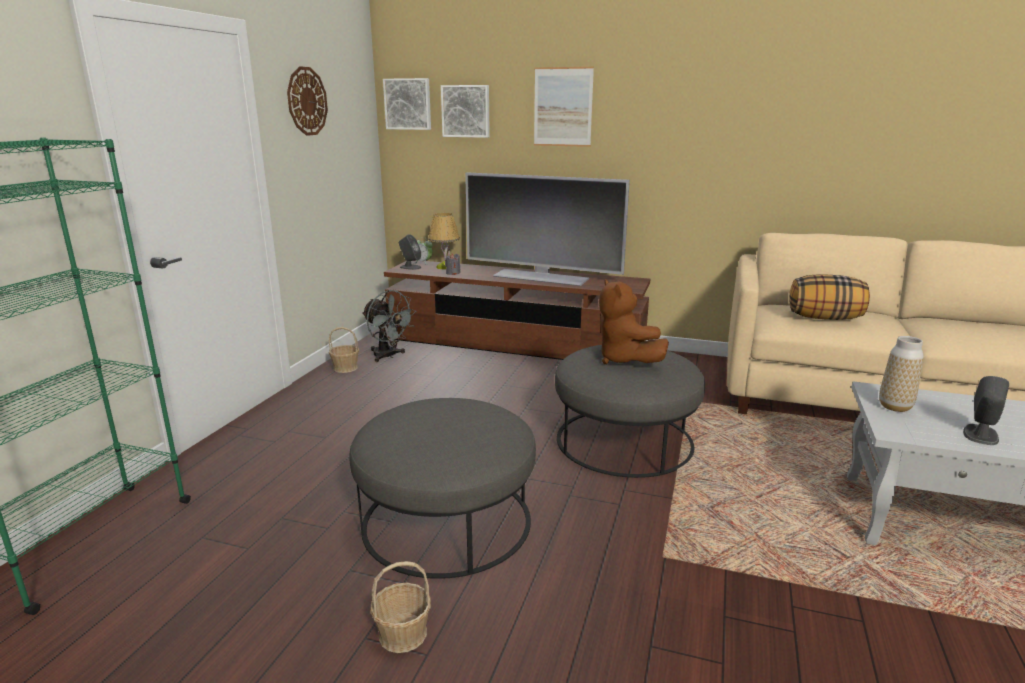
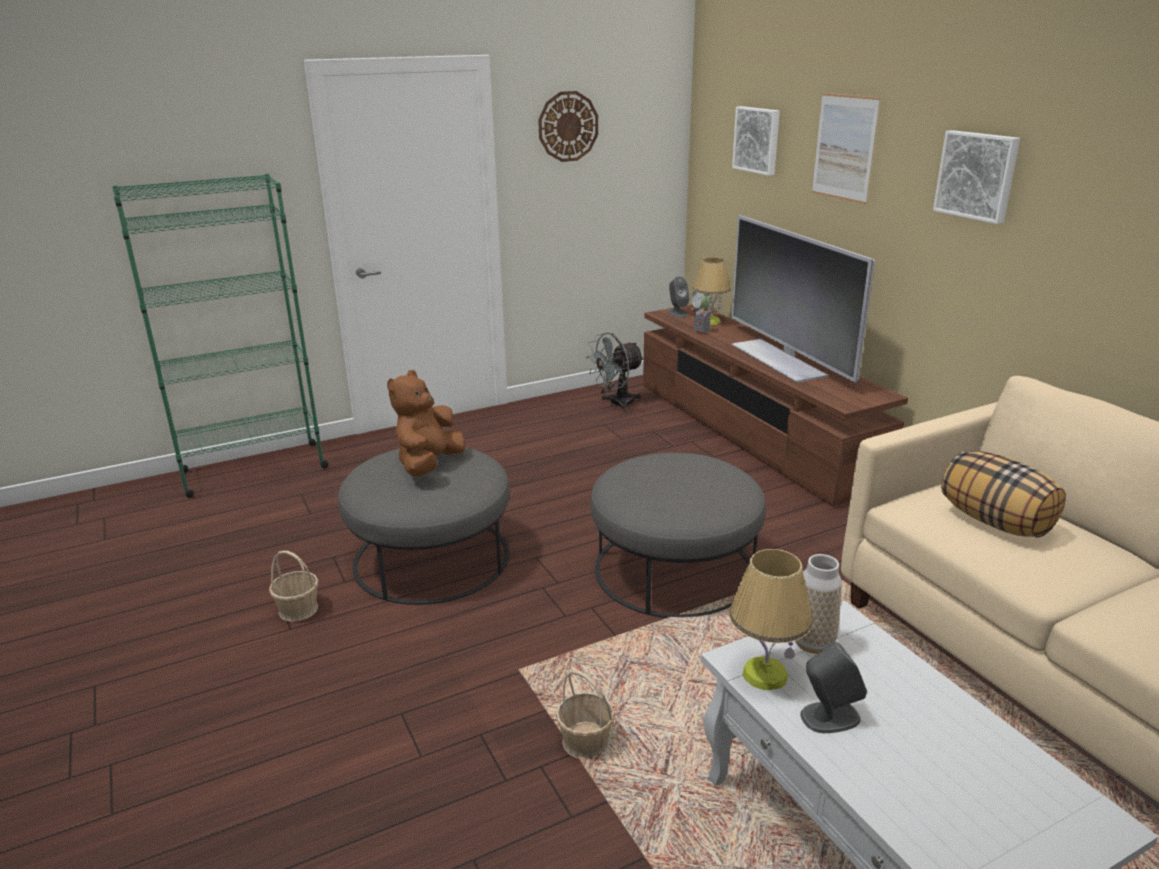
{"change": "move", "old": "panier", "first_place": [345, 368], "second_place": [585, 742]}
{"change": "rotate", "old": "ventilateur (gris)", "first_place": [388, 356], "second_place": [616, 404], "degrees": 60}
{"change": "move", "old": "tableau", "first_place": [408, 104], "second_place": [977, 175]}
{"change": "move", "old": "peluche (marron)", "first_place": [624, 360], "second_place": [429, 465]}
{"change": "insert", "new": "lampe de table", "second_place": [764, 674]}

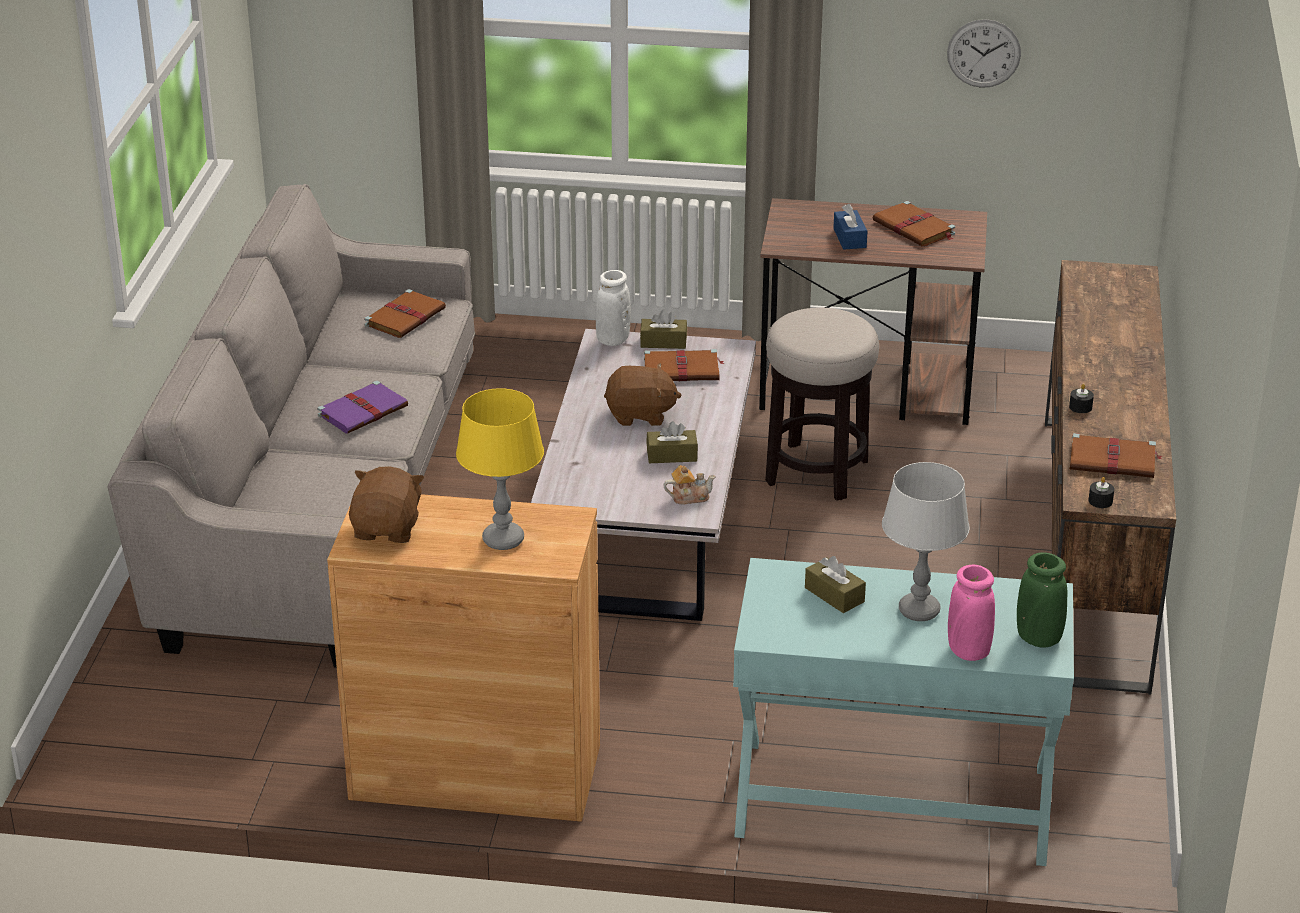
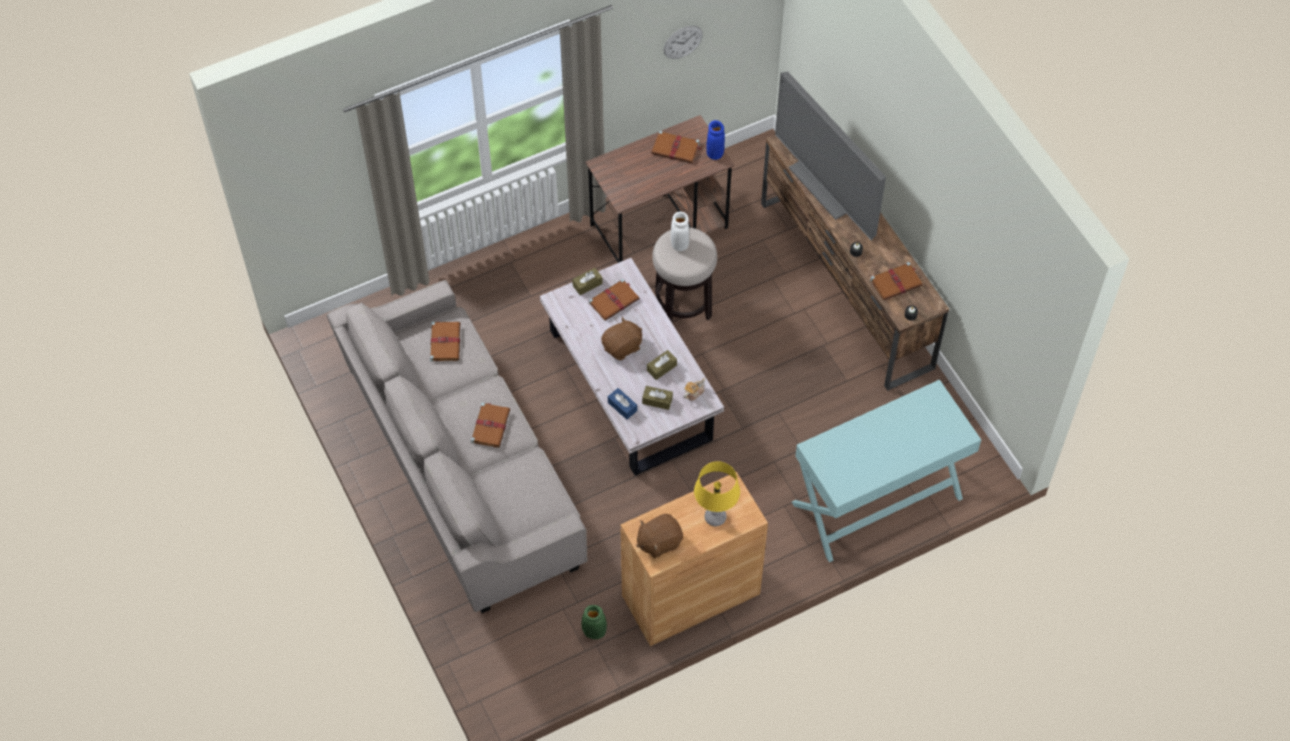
{"change": "recolor", "old": "livre (violet)", "new": "livre (marron)", "first_place": [364, 410], "second_place": [490, 425]}
{"change": "rotate", "old": "peluche (marron)", "first_place": [387, 529], "second_place": [659, 542], "degrees": -90}
{"change": "move", "old": "vase (blanc)", "first_place": [613, 340], "second_place": [679, 244]}
{"change": "move", "old": "boîte à mouchoirs (marron)", "first_place": [834, 595], "second_place": [657, 400]}
{"change": "move", "old": "boîte à mouchoirs (bleu)", "first_place": [849, 238], "second_place": [622, 406]}
{"change": "delete", "old": "lampe de table (gris)", "first_place": [919, 610]}
{"change": "delete", "old": "vase (rose)", "first_place": [968, 651]}
{"change": "move", "old": "vase (vert)", "first_place": [1038, 638], "second_place": [594, 632]}
{"change": "insert", "new": "vase (bleu)", "second_place": [715, 153]}
{"change": "insert", "new": "téléviseur", "second_place": [827, 185]}

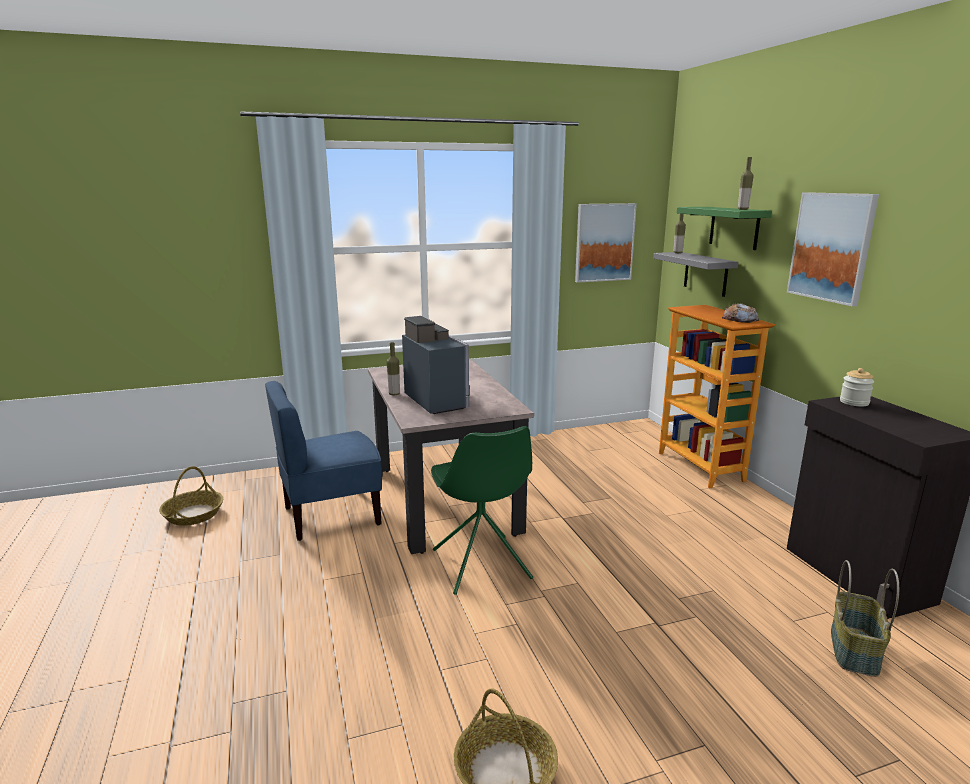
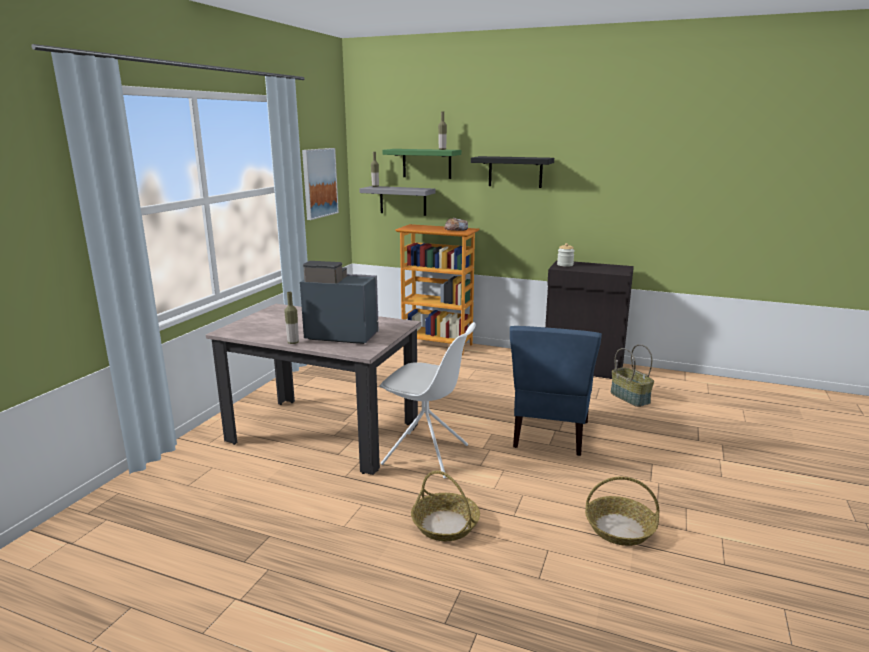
{"change": "move", "old": "panier", "first_place": [193, 514], "second_place": [445, 525]}
{"change": "move", "old": "chaise (bleu)", "first_place": [331, 515], "second_place": [549, 434]}
{"change": "recolor", "old": "chaise (vert)", "new": "chaise (blanc)", "first_place": [481, 565], "second_place": [427, 455]}
{"change": "replace", "old": "tableau", "new": "étagère (noir)", "first_place": [831, 247], "second_place": [515, 172]}

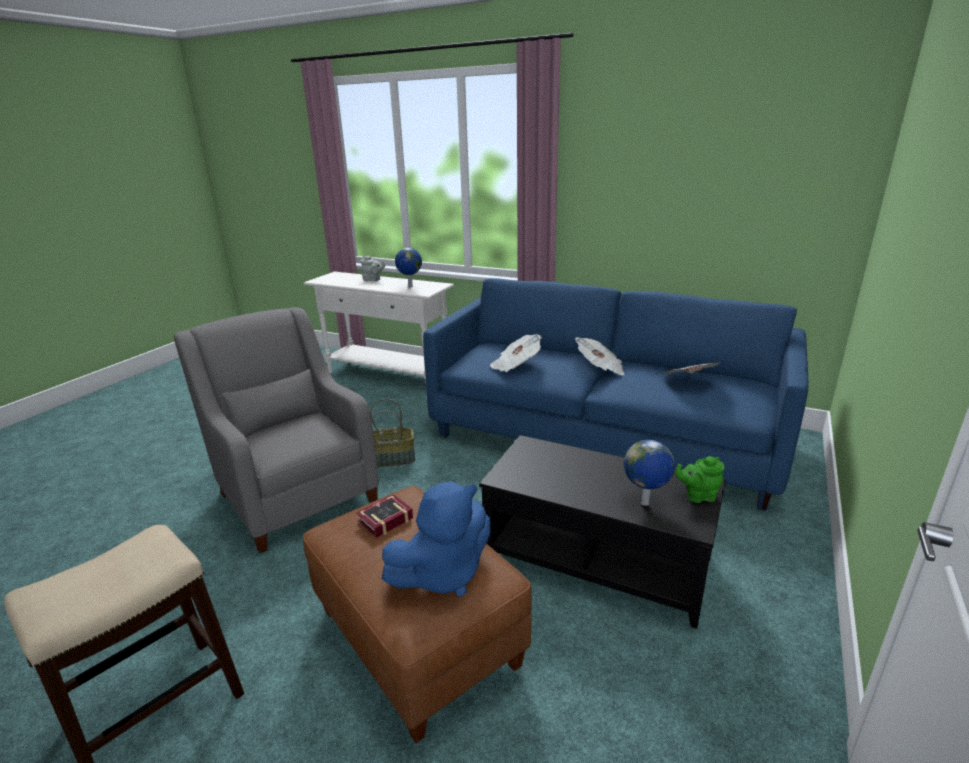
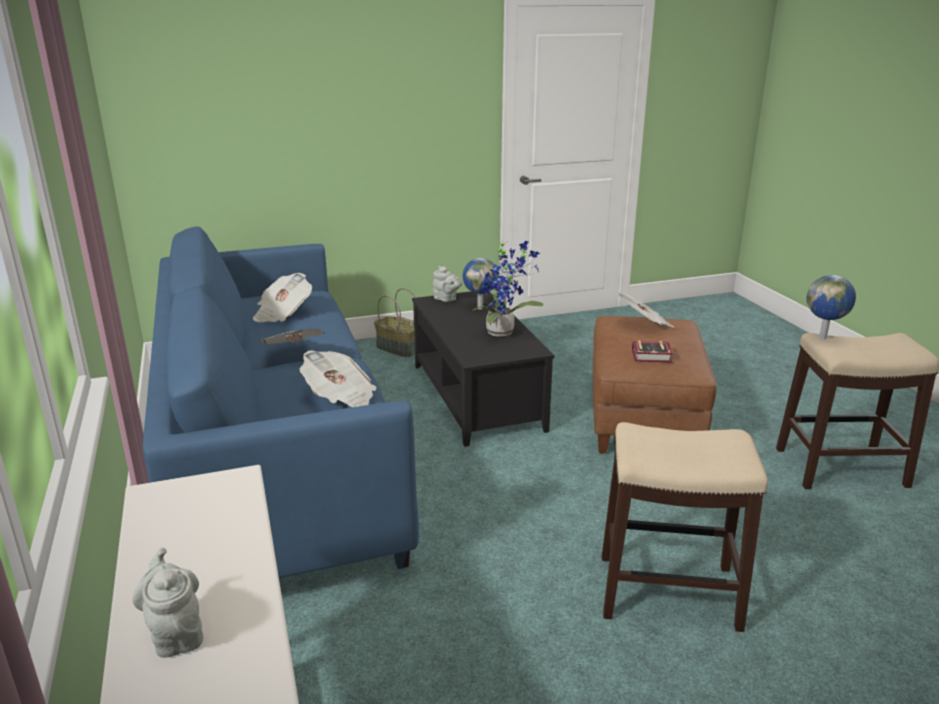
{"change": "replace", "old": "fauteuil (gris)", "new": "tabouret", "first_place": [295, 493], "second_place": [666, 592]}
{"change": "move", "old": "panier", "first_place": [392, 459], "second_place": [397, 349]}
{"change": "replace", "old": "peluche (bleu)", "new": "journal", "first_place": [443, 574], "second_place": [644, 324]}
{"change": "move", "old": "globe", "first_place": [410, 287], "second_place": [823, 337]}
{"change": "recolor", "old": "théière (vert)", "new": "théière (gris)", "first_place": [698, 496], "second_place": [446, 299]}
{"change": "insert", "new": "plante en pot", "second_place": [504, 332]}

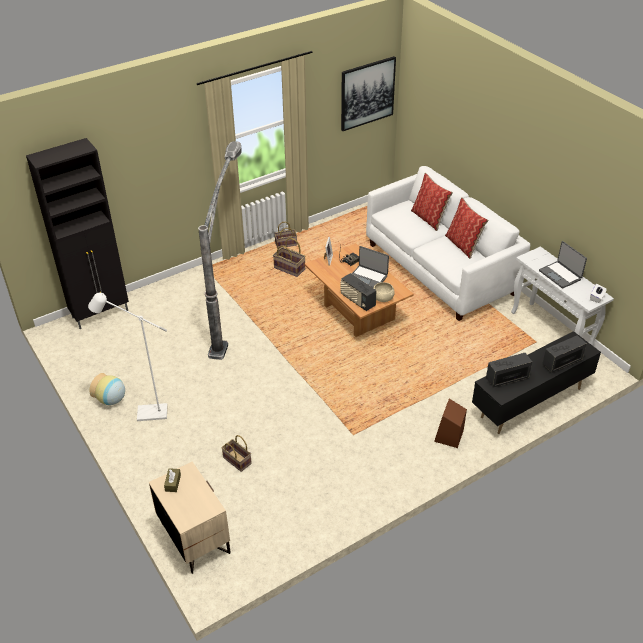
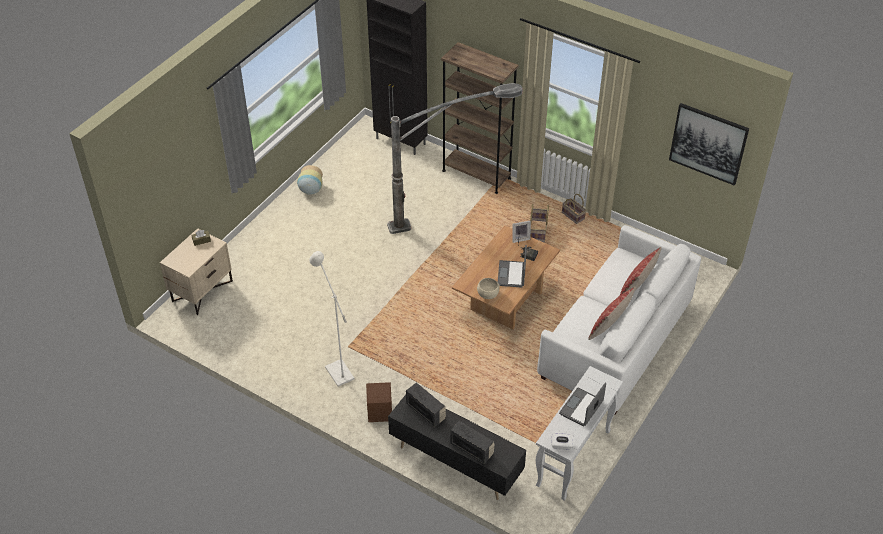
{"change": "move", "old": "lampadaire (blanc)", "first_place": [146, 413], "second_place": [336, 369]}
{"change": "delete", "old": "panier", "first_place": [236, 460]}
{"change": "delete", "old": "radio", "first_place": [357, 300]}
{"change": "insert", "new": "bibliothèque (marron)", "second_place": [476, 174]}

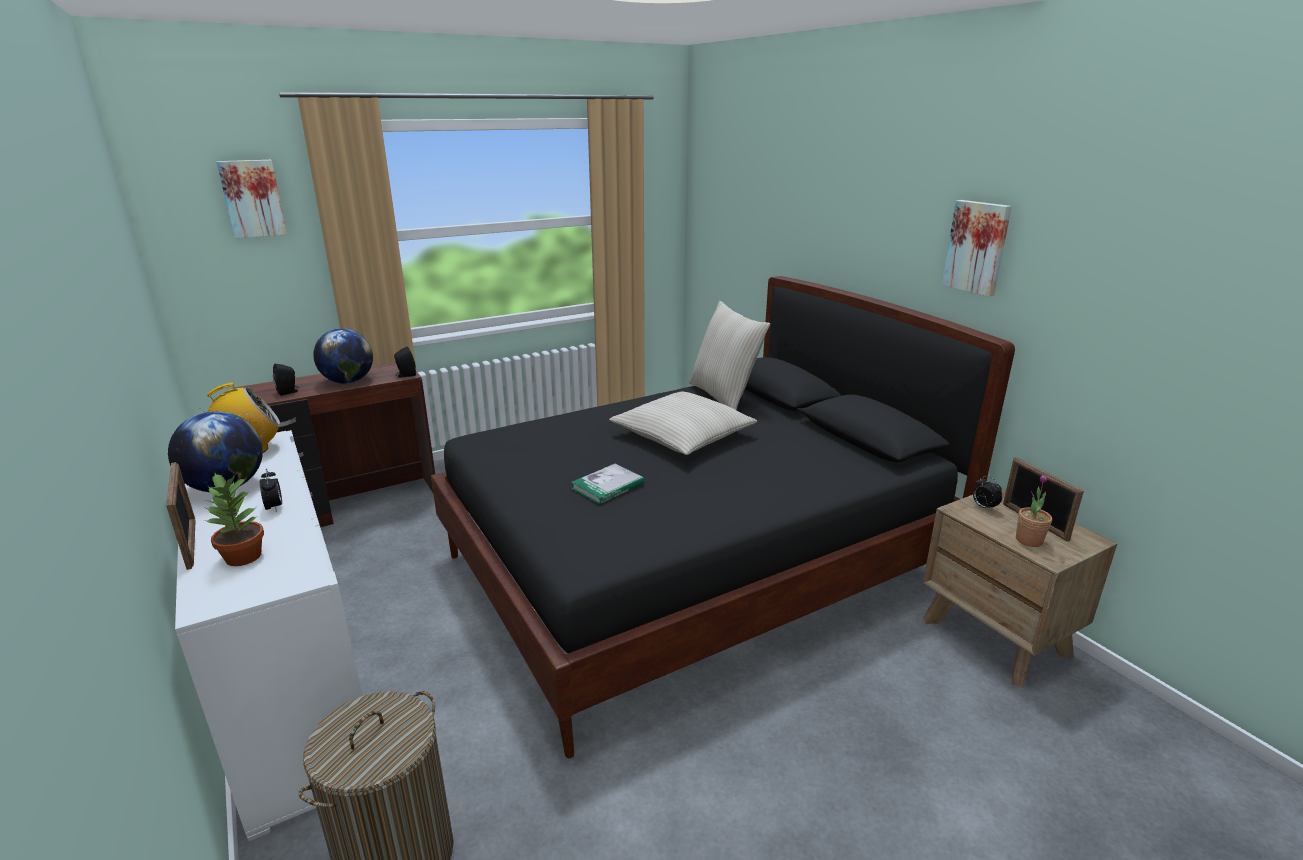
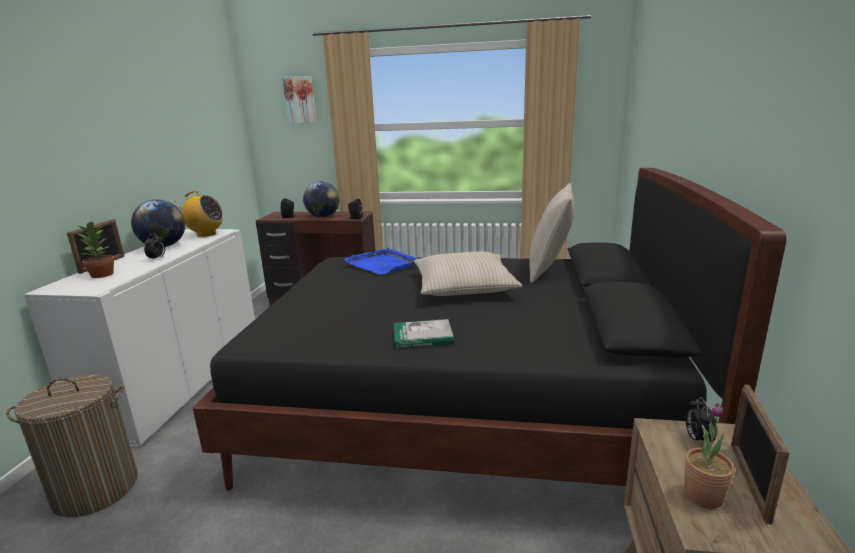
{"change": "move", "old": "livre", "first_place": [608, 486], "second_place": [423, 336]}
{"change": "delete", "old": "tableau", "first_place": [977, 247]}
{"change": "insert", "new": "plateau (bleu)", "second_place": [382, 264]}

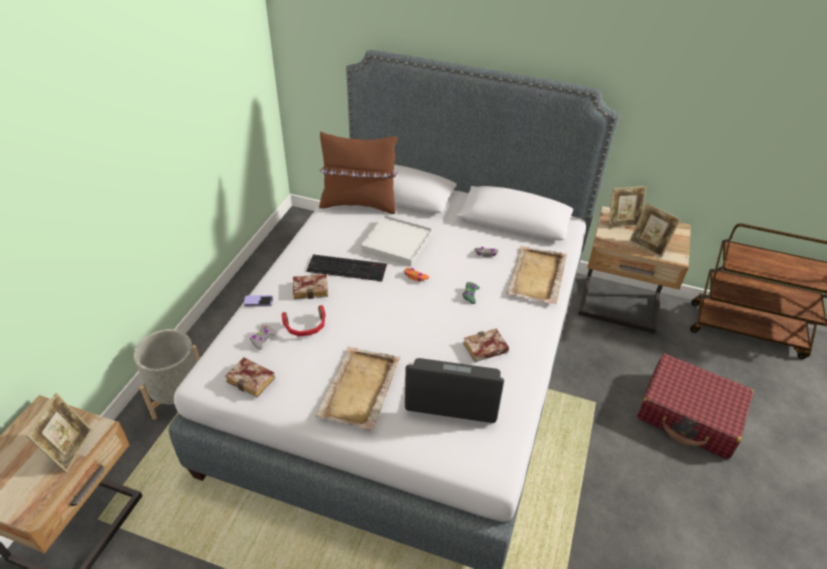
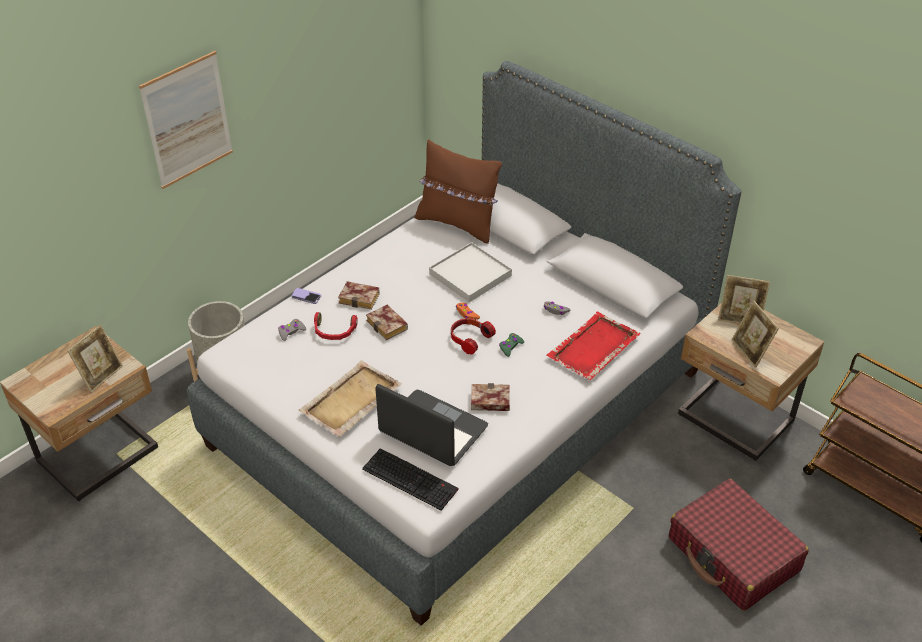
{"change": "move", "old": "livre", "first_place": [253, 380], "second_place": [389, 325]}
{"change": "move", "old": "clavier", "first_place": [348, 267], "second_place": [411, 479]}
{"change": "recolor", "old": "plateau (beige)", "new": "plateau (rouge)", "first_place": [536, 277], "second_place": [592, 348]}
{"change": "insert", "new": "tableau", "second_place": [187, 120]}
{"change": "insert", "new": "casque audio", "second_place": [469, 339]}

